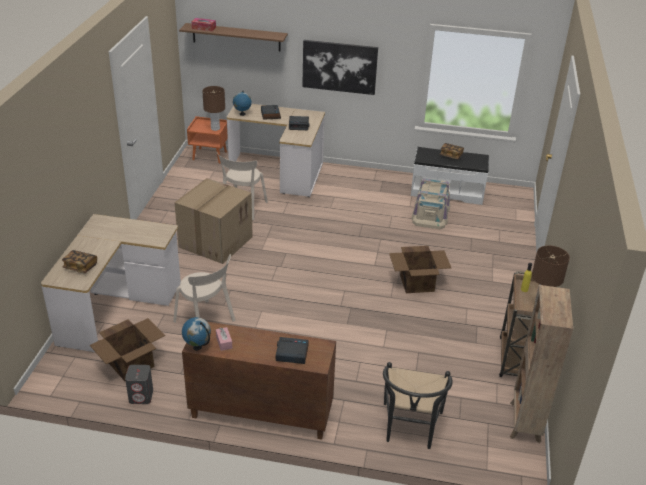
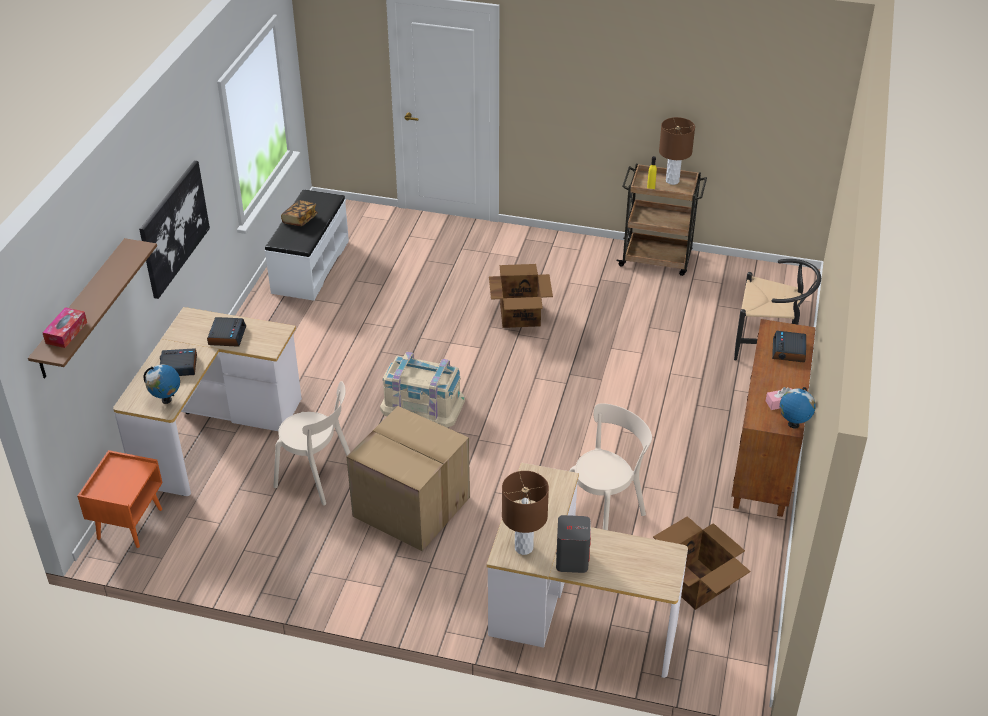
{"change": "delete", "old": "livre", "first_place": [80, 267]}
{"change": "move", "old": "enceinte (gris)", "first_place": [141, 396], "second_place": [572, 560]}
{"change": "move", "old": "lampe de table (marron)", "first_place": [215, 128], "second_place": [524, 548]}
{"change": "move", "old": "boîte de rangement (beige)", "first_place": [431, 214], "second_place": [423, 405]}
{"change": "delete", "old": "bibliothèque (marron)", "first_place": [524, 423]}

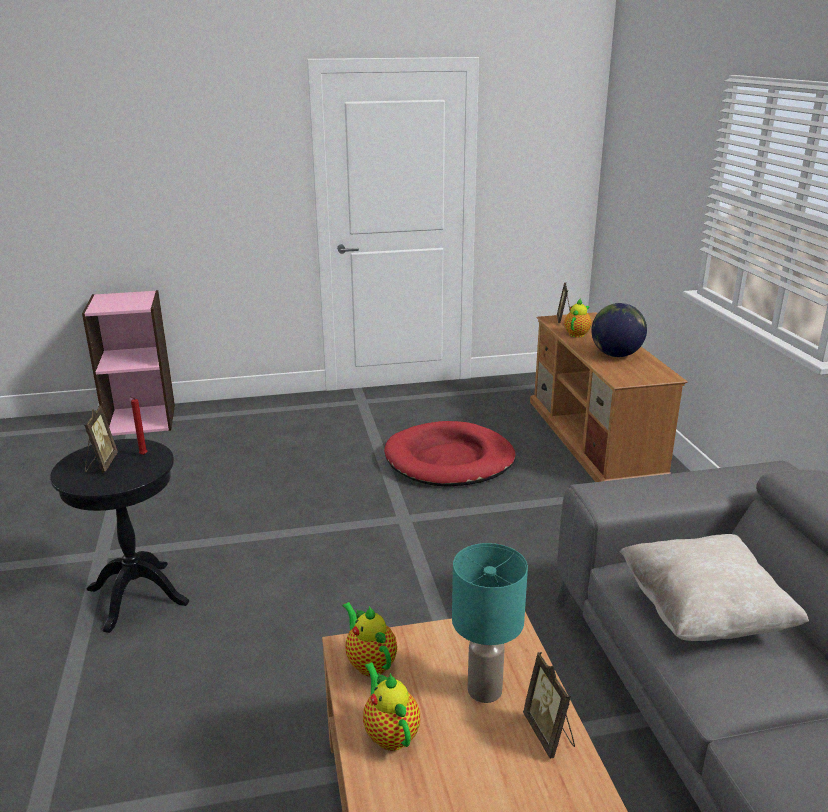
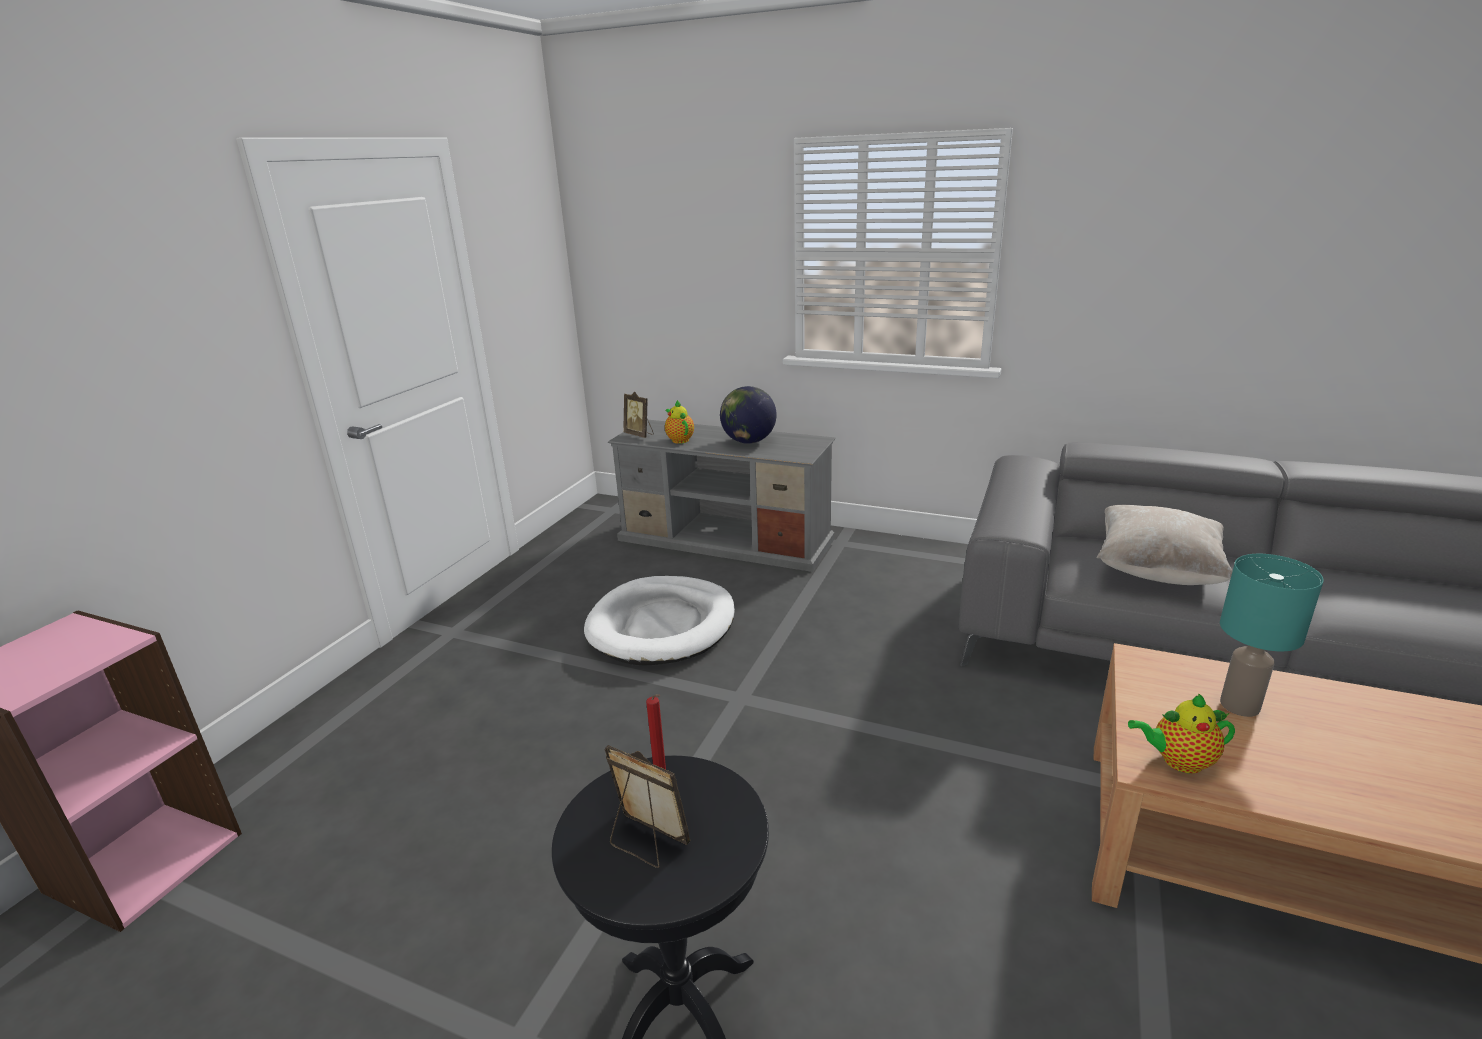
{"change": "delete", "old": "théière", "first_place": [390, 733]}
{"change": "recolor", "old": "panier pour chien (rouge)", "new": "panier pour chien (blanc)", "first_place": [449, 460], "second_place": [662, 625]}
{"change": "delete", "old": "cadre photo", "first_place": [549, 734]}
{"change": "recolor", "old": "meuble télé (marron)", "new": "meuble télé (gris)", "first_place": [595, 439], "second_place": [727, 539]}

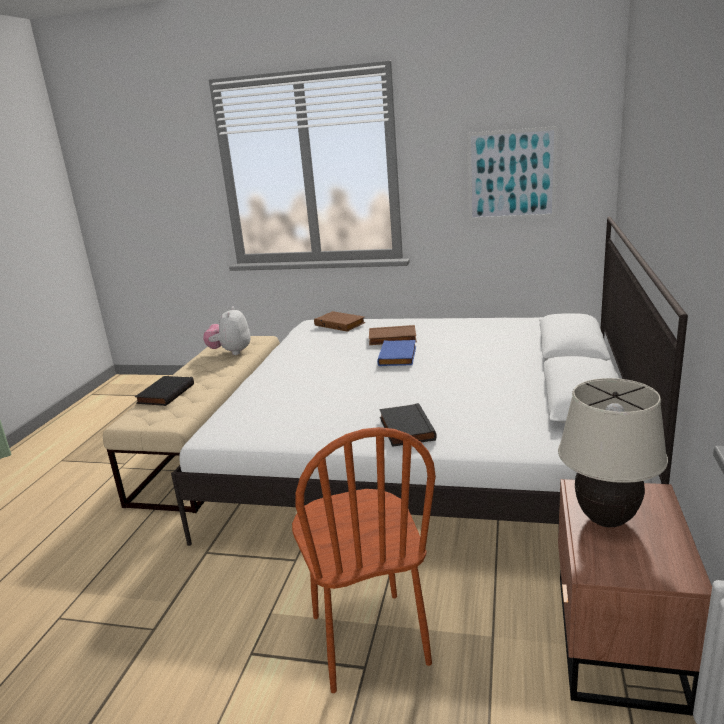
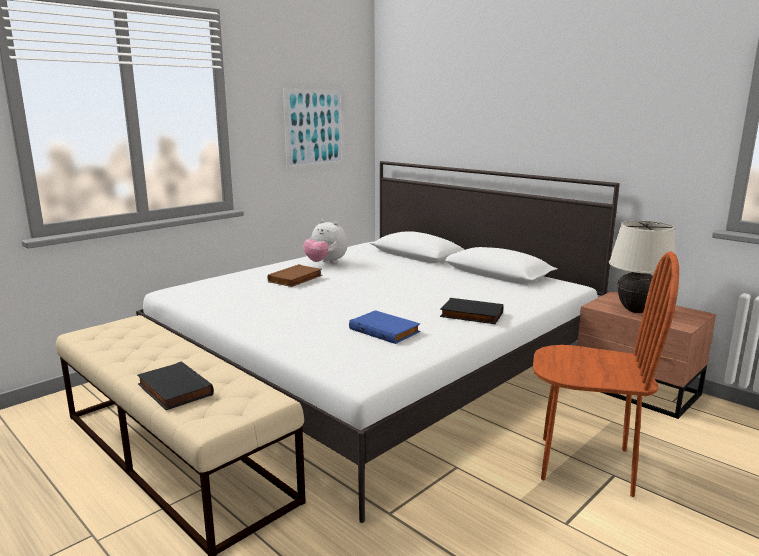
{"change": "move", "old": "peluche", "first_place": [231, 352], "second_place": [326, 263]}
{"change": "delete", "old": "livre (marron)", "first_place": [340, 324]}
{"change": "move", "old": "livre (bleu)", "first_place": [399, 356], "second_place": [385, 330]}

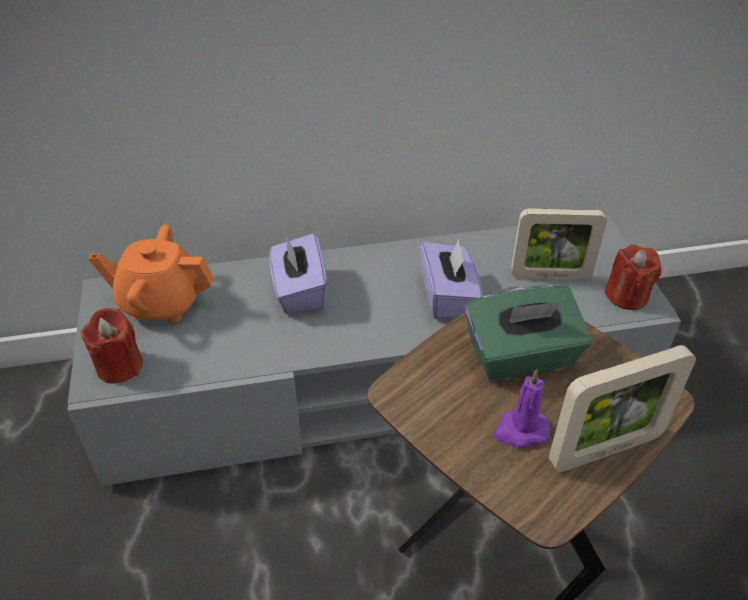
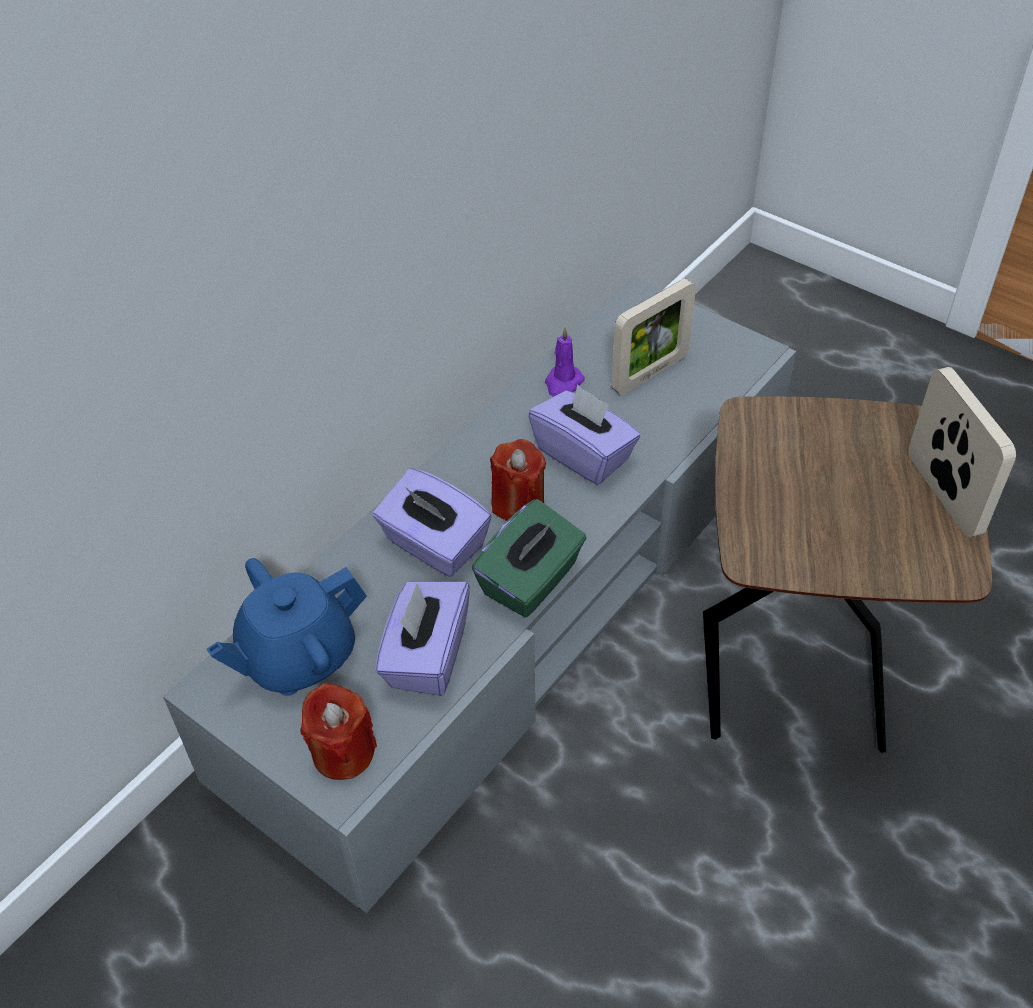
{"change": "recolor", "old": "théière (orange)", "new": "théière (bleu)", "first_place": [161, 303], "second_place": [297, 657]}
{"change": "move", "old": "boîte à mouchoirs (vert)", "first_place": [521, 357], "second_place": [531, 581]}
{"change": "move", "old": "bougie (violet)", "first_place": [520, 430], "second_place": [563, 383]}
{"change": "rotate", "old": "cadre photo", "first_place": [605, 450], "second_place": [943, 495], "degrees": -45}
{"change": "move", "old": "bougie (rouge)", "first_place": [627, 296], "second_place": [518, 503]}
{"change": "insert", "new": "boîte à mouchoirs (violet)", "second_place": [426, 656]}

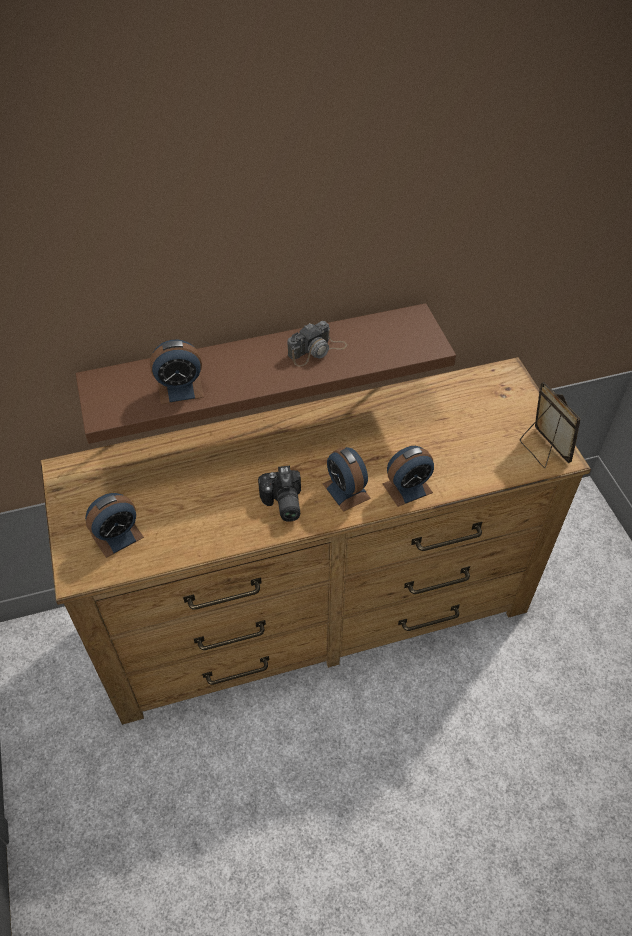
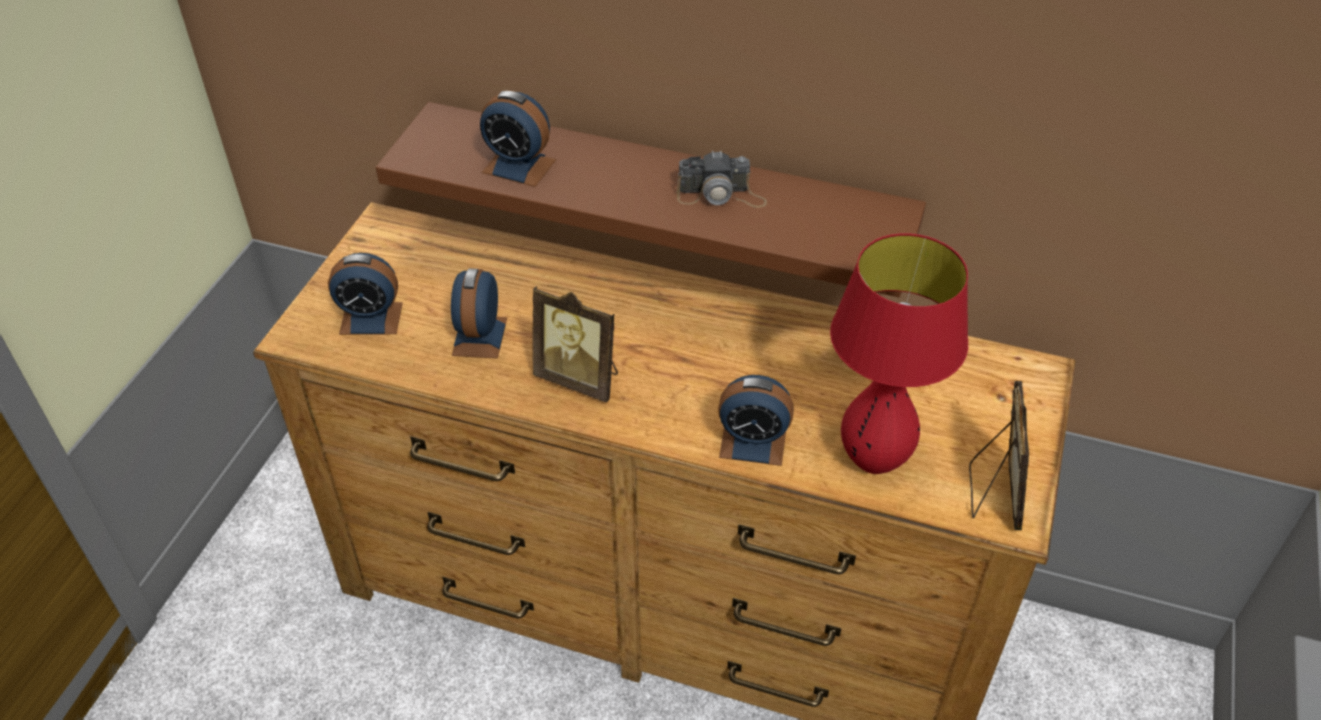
{"change": "replace", "old": "appareil photo", "new": "cadre photo", "first_place": [282, 503], "second_place": [580, 378]}
{"change": "move", "old": "réveil", "first_place": [346, 491], "second_place": [479, 336]}
{"change": "insert", "new": "lampe de table (rouge)", "second_place": [874, 460]}

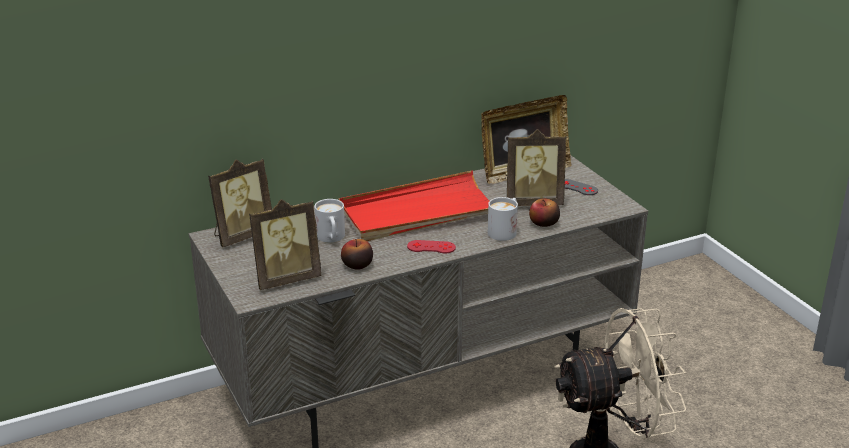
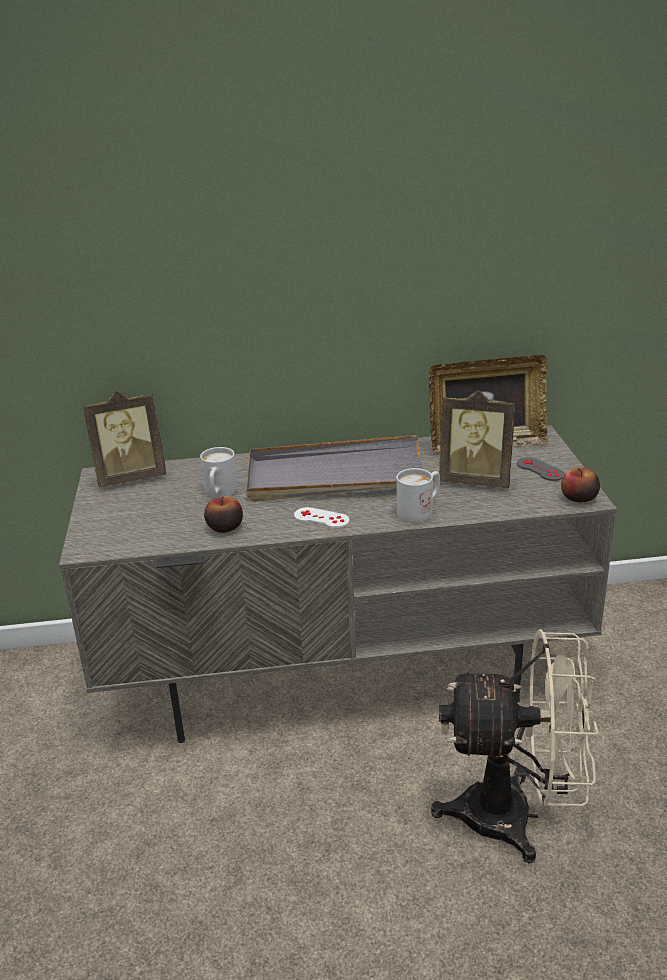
{"change": "delete", "old": "cadre photo", "first_place": [286, 279]}
{"change": "recolor", "old": "plateau (rouge)", "new": "plateau (gris)", "first_place": [419, 212], "second_place": [335, 476]}
{"change": "recolor", "old": "manette (rouge)", "new": "manette (blanc)", "first_place": [431, 247], "second_place": [321, 518]}
{"change": "move", "old": "pomme", "first_place": [543, 223], "second_place": [579, 498]}

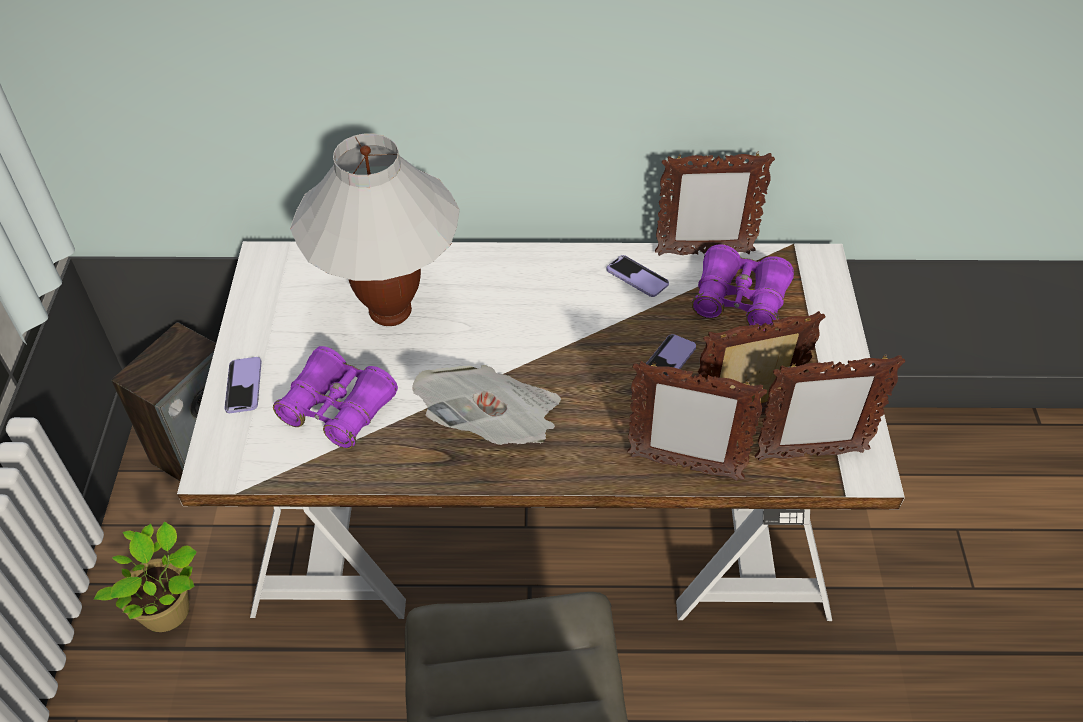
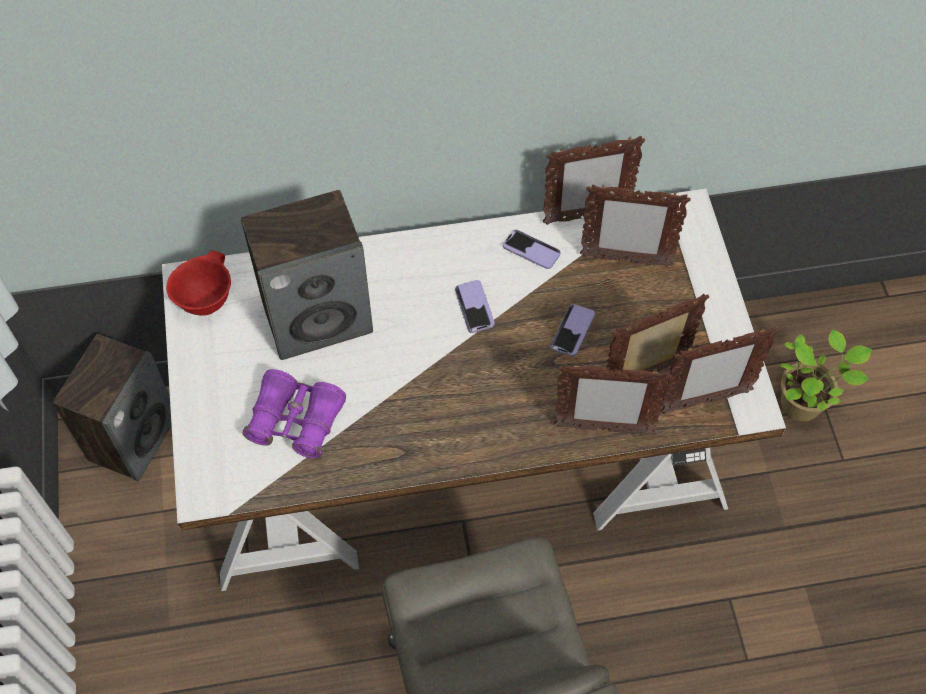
{"change": "move", "old": "plante en pot", "first_place": [170, 610], "second_place": [803, 403]}
{"change": "move", "old": "téléphone", "first_place": [243, 386], "second_place": [474, 307]}
{"change": "replace", "old": "lampe de table (blanc)", "new": "enceinte", "first_place": [390, 311], "second_place": [318, 318]}
{"change": "delete", "old": "journal", "first_place": [494, 426]}
{"change": "replace", "old": "jumelles (violet)", "new": "cadre photo", "first_place": [739, 300], "second_place": [624, 260]}
{"change": "insert", "new": "bol (rouge)", "second_place": [204, 300]}

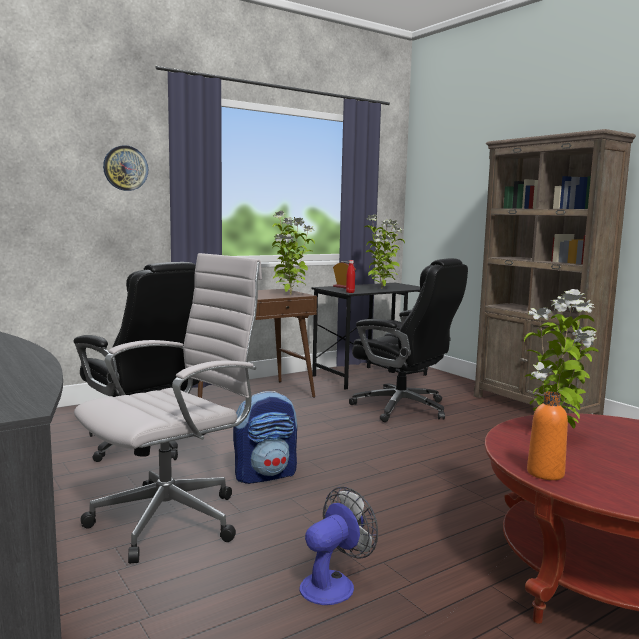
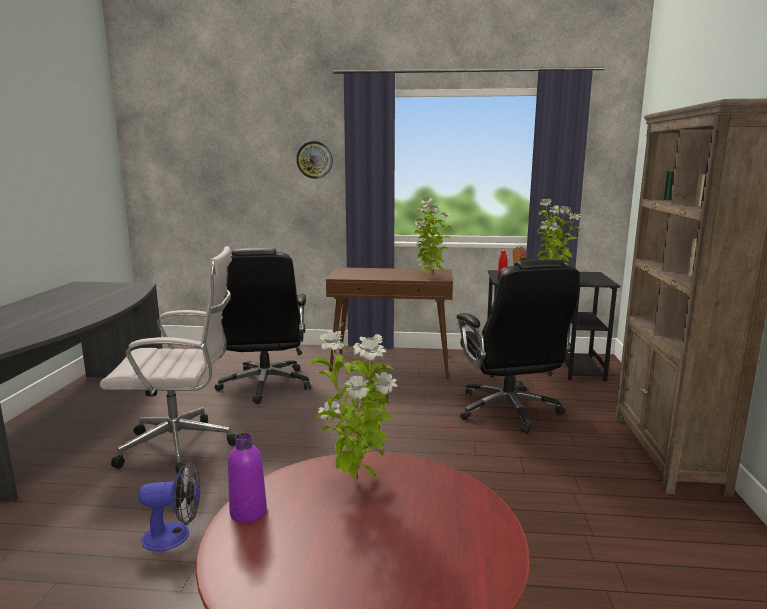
{"change": "delete", "old": "sac à dos", "first_place": [265, 475]}
{"change": "recolor", "old": "bouteille (orange)", "new": "bouteille (violet)", "first_place": [545, 473], "second_place": [248, 512]}

